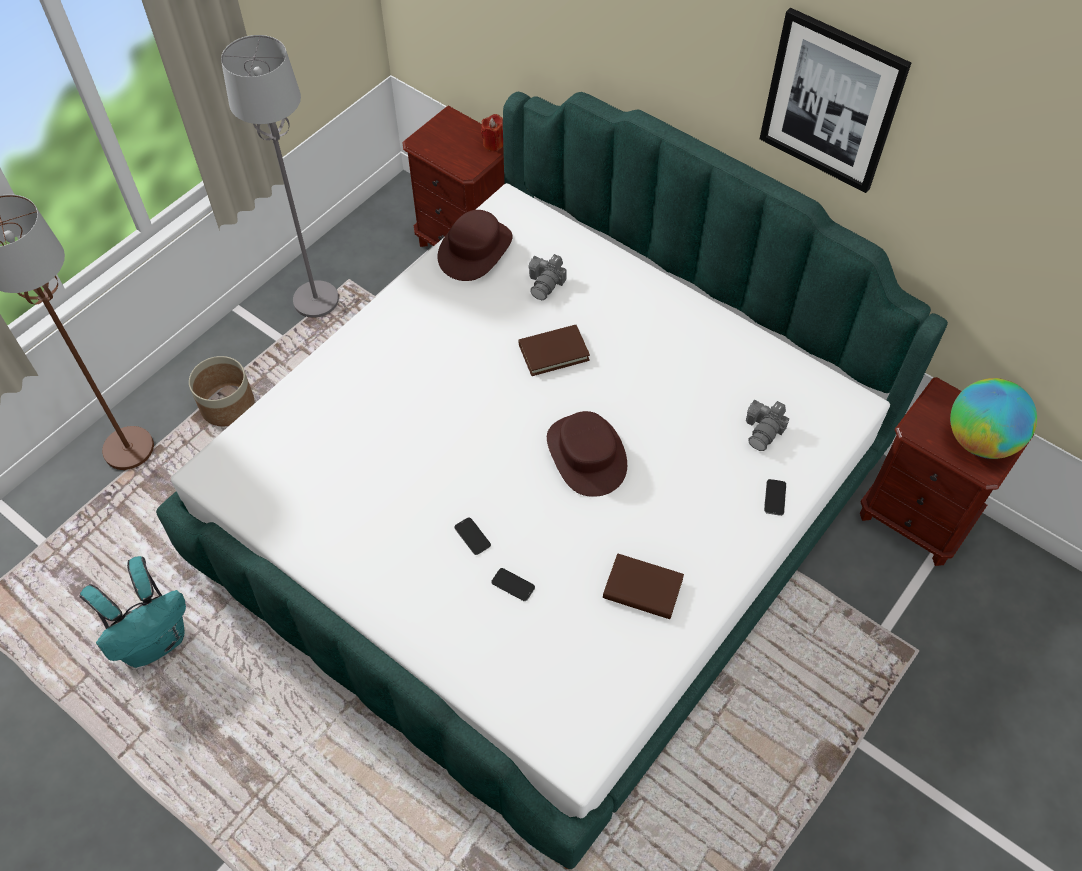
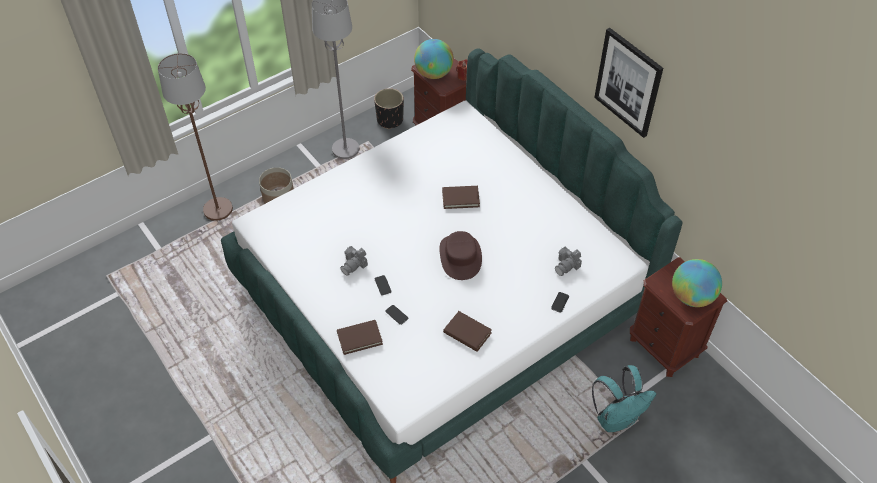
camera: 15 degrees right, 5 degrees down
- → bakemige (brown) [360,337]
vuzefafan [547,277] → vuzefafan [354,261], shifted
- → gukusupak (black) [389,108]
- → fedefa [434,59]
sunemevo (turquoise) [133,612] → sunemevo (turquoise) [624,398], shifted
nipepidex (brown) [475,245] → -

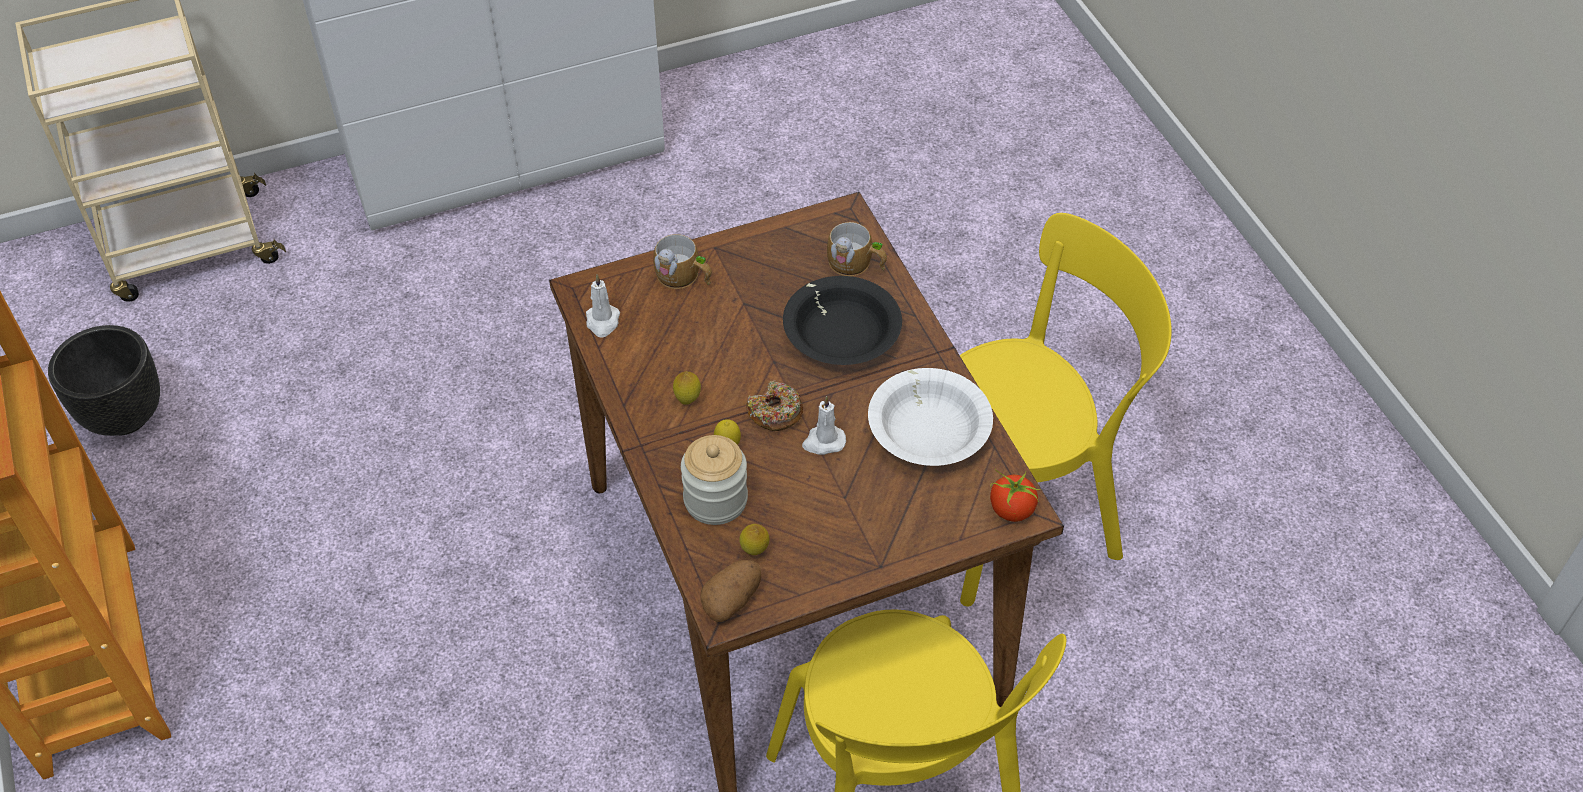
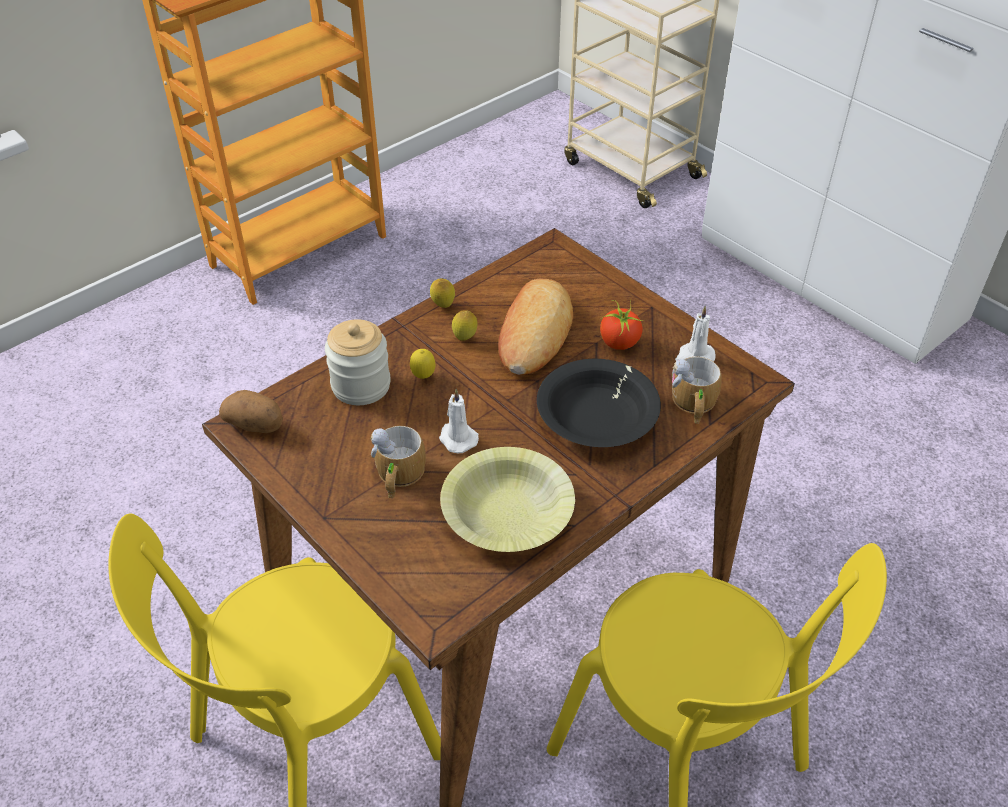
camera: 70 degrees right, 5 degrees down
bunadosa [683,261] → bunadosa [398,462], shifted
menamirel [754,539] → menamirel [442,293], shifted
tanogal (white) [930,417] → tanogal (yellow) [507,499]
- → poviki [535,327]
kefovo [1015,495] → kefovo [621,324], shifted
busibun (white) [603,306] → busibun (white) [695,334], shifted
gukusupak (black) [104,380] → -
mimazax [774,406] → -

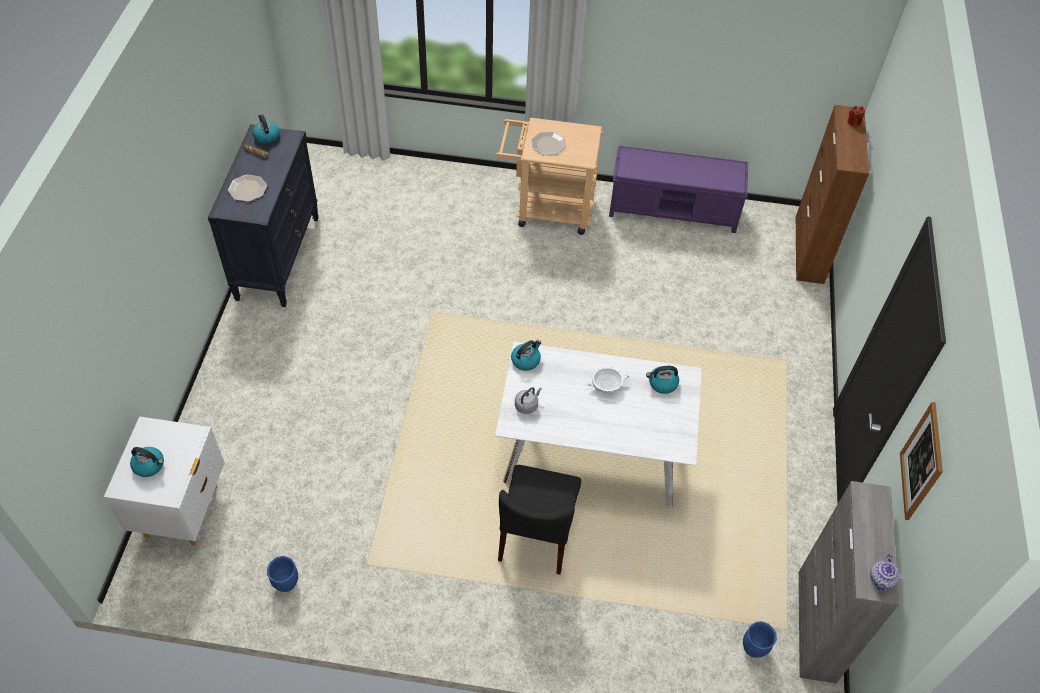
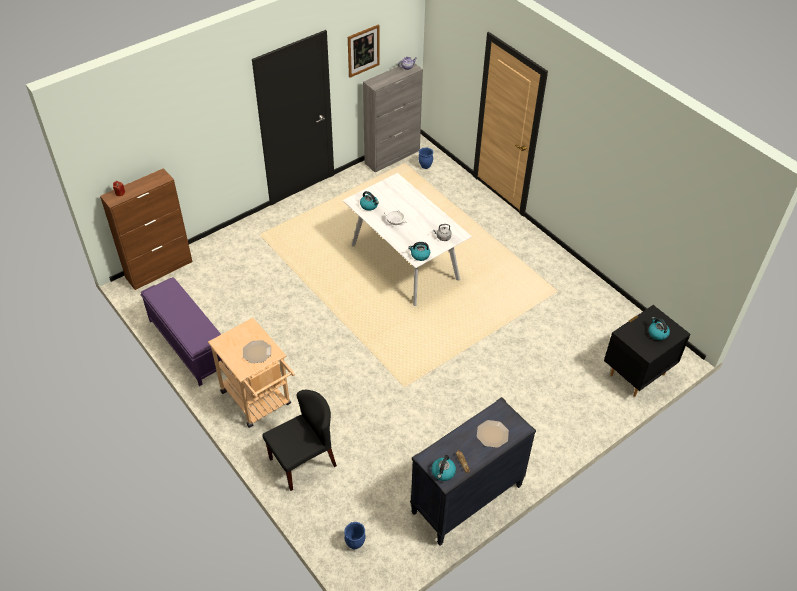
camera: 135 degrees left, 5 degrees down
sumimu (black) [540,520] → sumimu (black) [300,440], shifted
gukusupak (blue) [282,574] → gukusupak (blue) [355,535], shifted
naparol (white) [164,481] → naparol (black) [647,351]

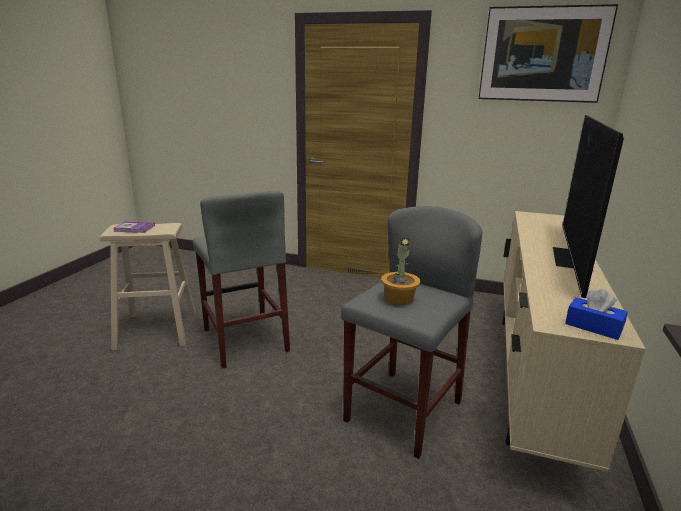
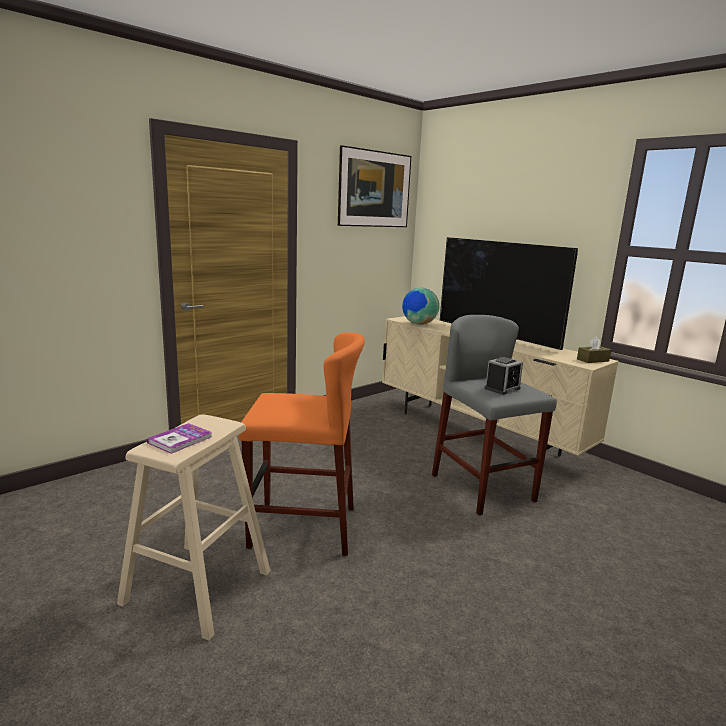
camera: 60 degrees left, 5 degrees down
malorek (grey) [241,280] → malorek (orange) [301,444]
- → fedefa [420,306]
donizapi [400,271] → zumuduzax [504,376]
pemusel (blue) [596,314] → pemusel (brown) [594,350]

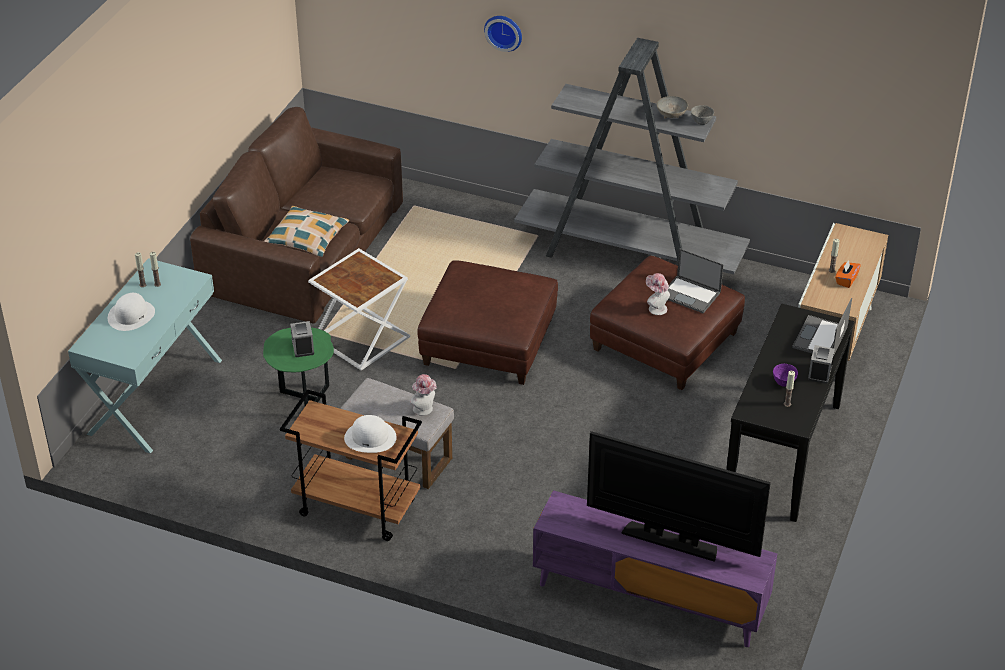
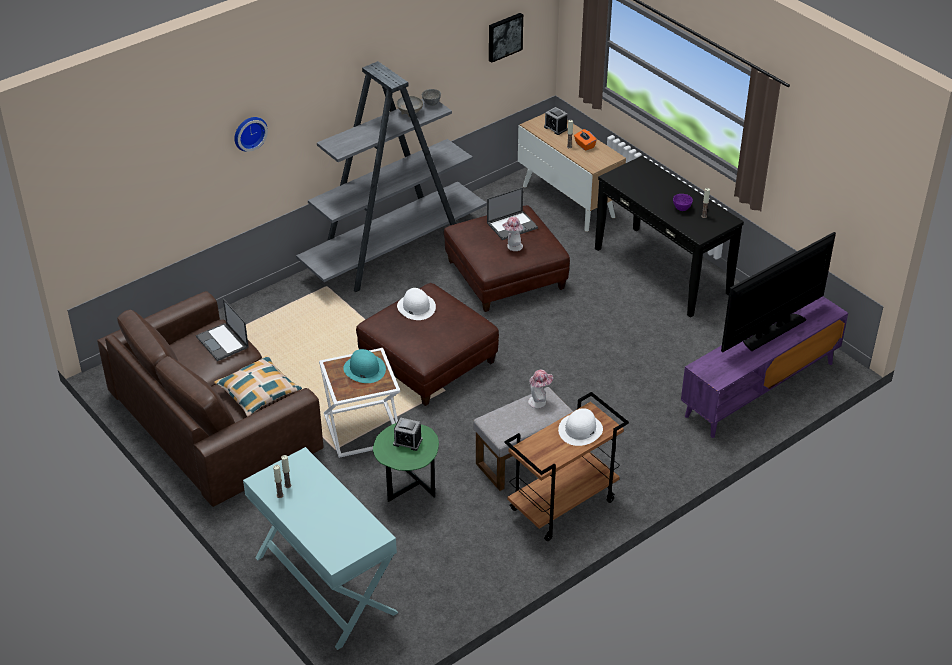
camera: 60 degrees left, 0 degrees up
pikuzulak [822,326] → pikuzulak [222,330], shifted
- → nipepidex (turquoise) [364,366]
nipepidex (white) [131,312] → nipepidex (white) [416,304], shifted
- → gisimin [506,38]
zumuduzax [821,364] → zumuduzax [556,121], shifted

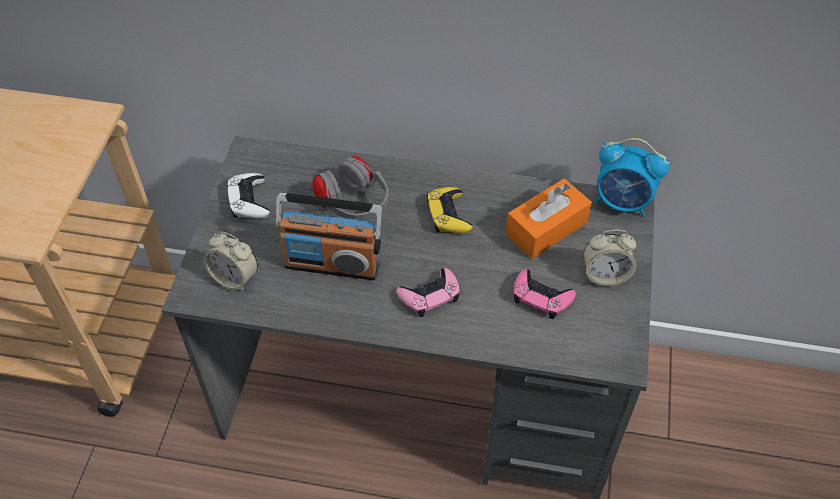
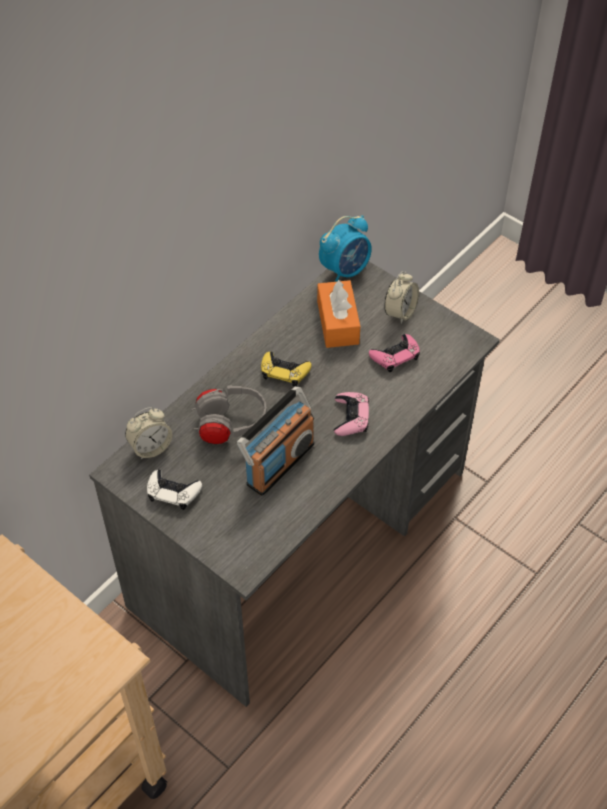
camera: 60 degrees left, 0 degrees up
zumuduzax [230,261] → zumuduzax [148,433], shifted

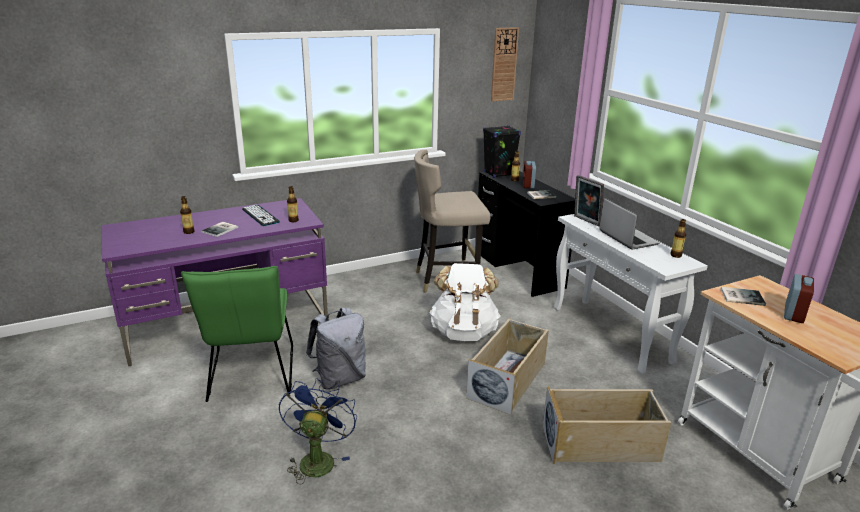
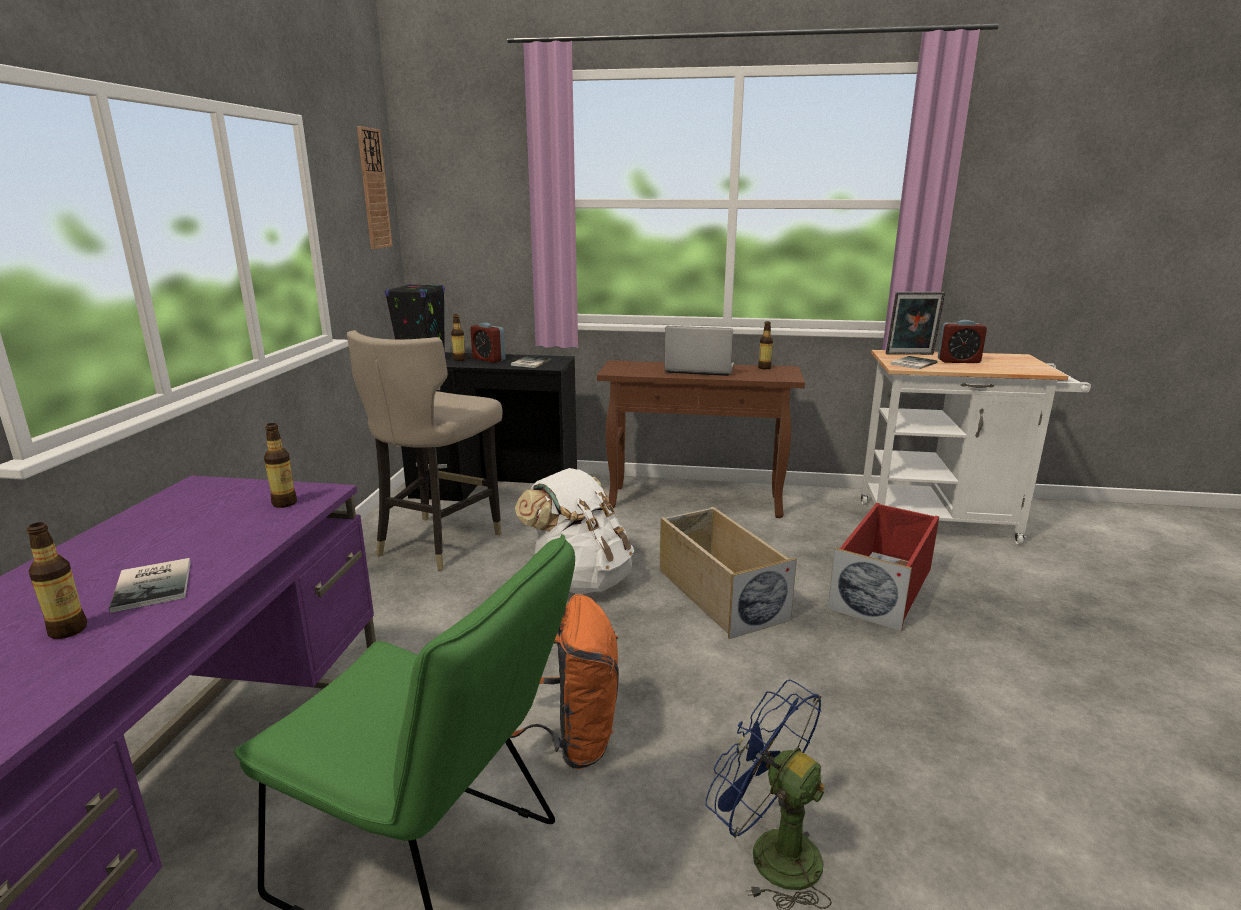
camera: 55 degrees left, 5 degrees down
sunemevo (grey) [336,349] → sunemevo (orange) [564,681]
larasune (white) [631,294] → larasune (brown) [701,439]
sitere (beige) [607,425] → sitere (red) [883,567]
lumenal [589,200] → lumenal [915,323], shifted
zumuduzax [799,298] → zumuduzax [962,341], 120 degrees clockwise
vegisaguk [261,215] → -

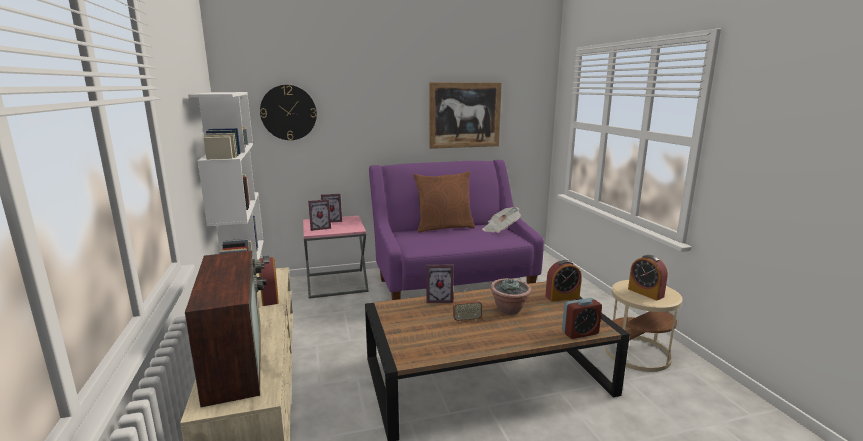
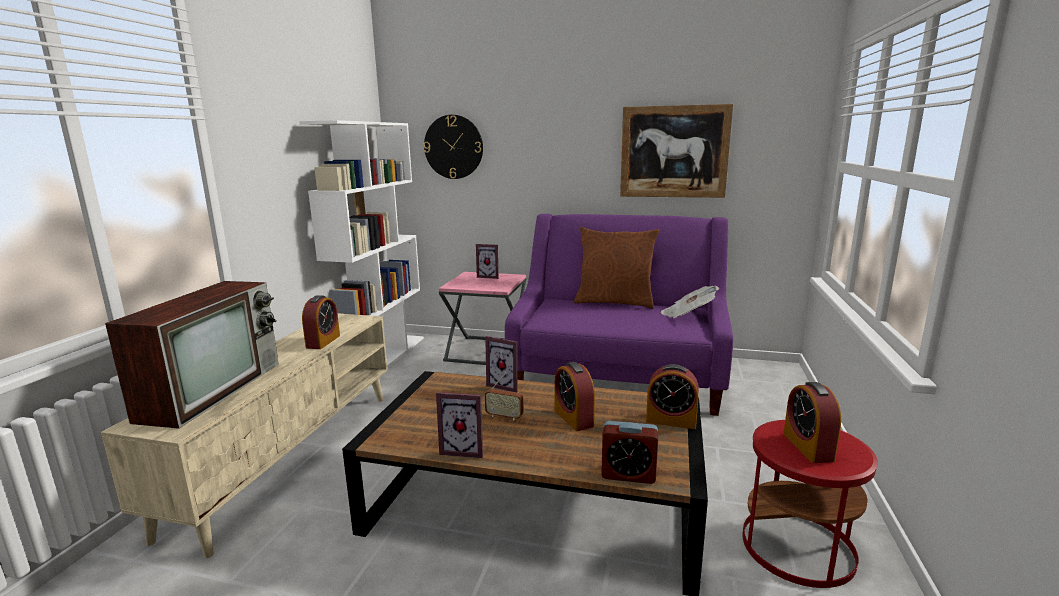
camera: 30 degrees right, 0 degrees up
lumenal [319,215] → lumenal [459,425], shifted
donizapi [510,296] → zumuduzax [575,396]
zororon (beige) [643,326] → zororon (red) [810,504]

